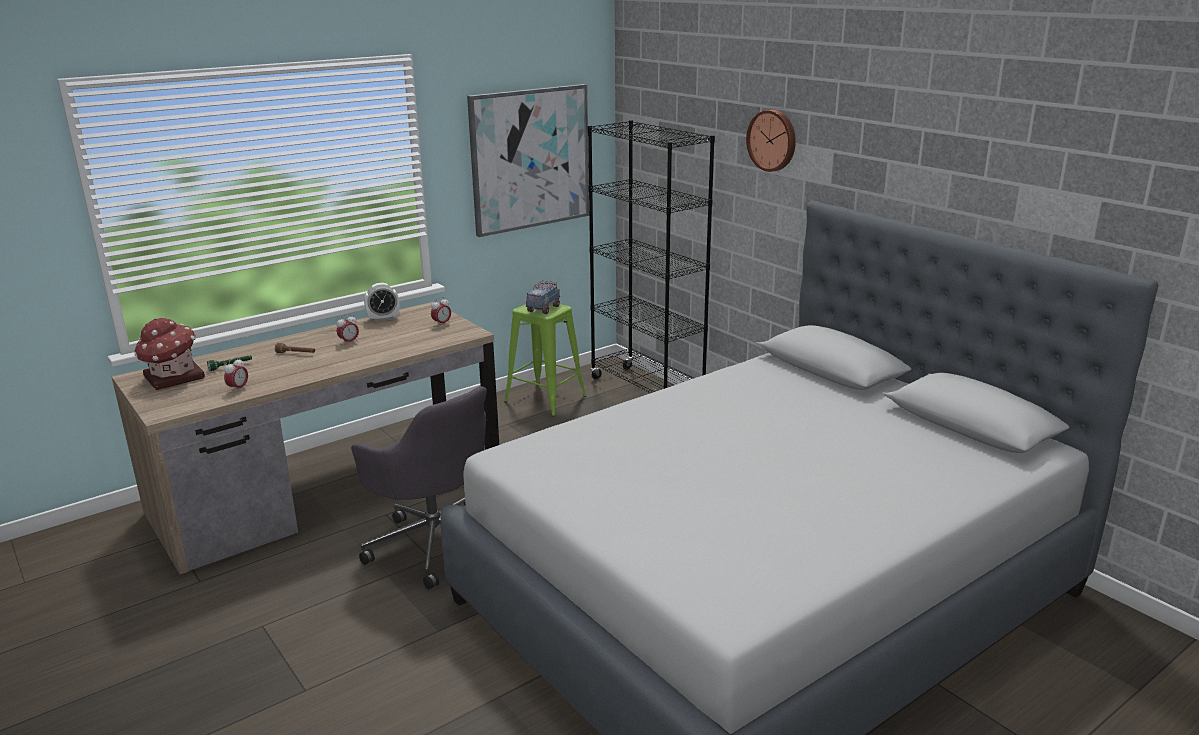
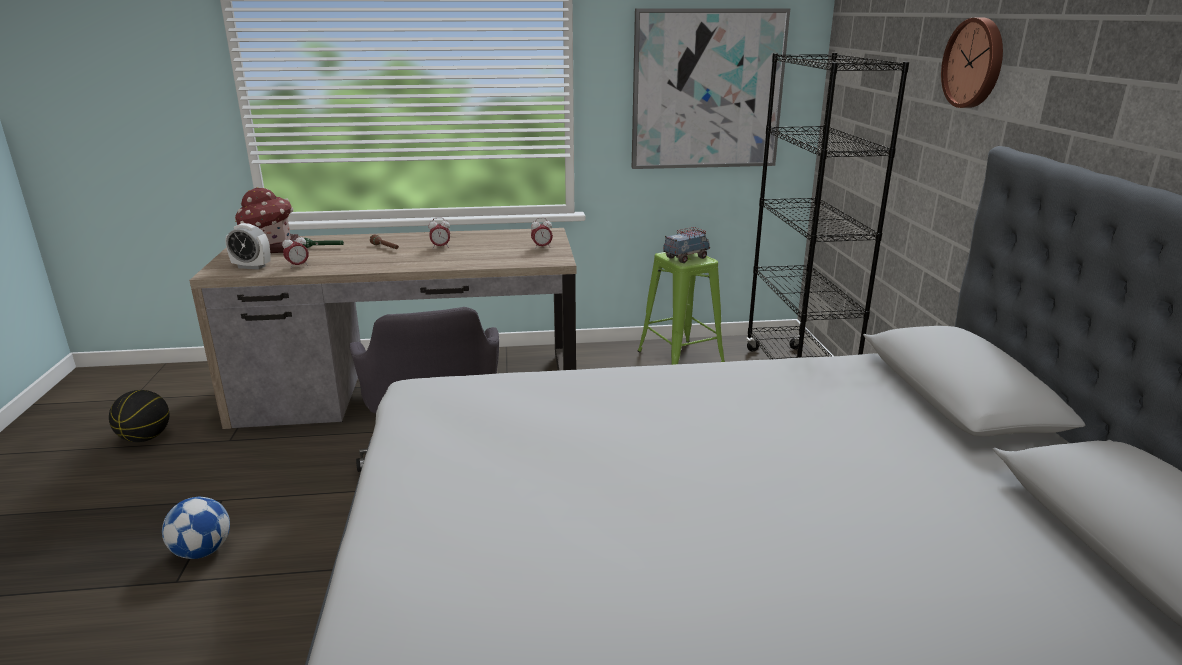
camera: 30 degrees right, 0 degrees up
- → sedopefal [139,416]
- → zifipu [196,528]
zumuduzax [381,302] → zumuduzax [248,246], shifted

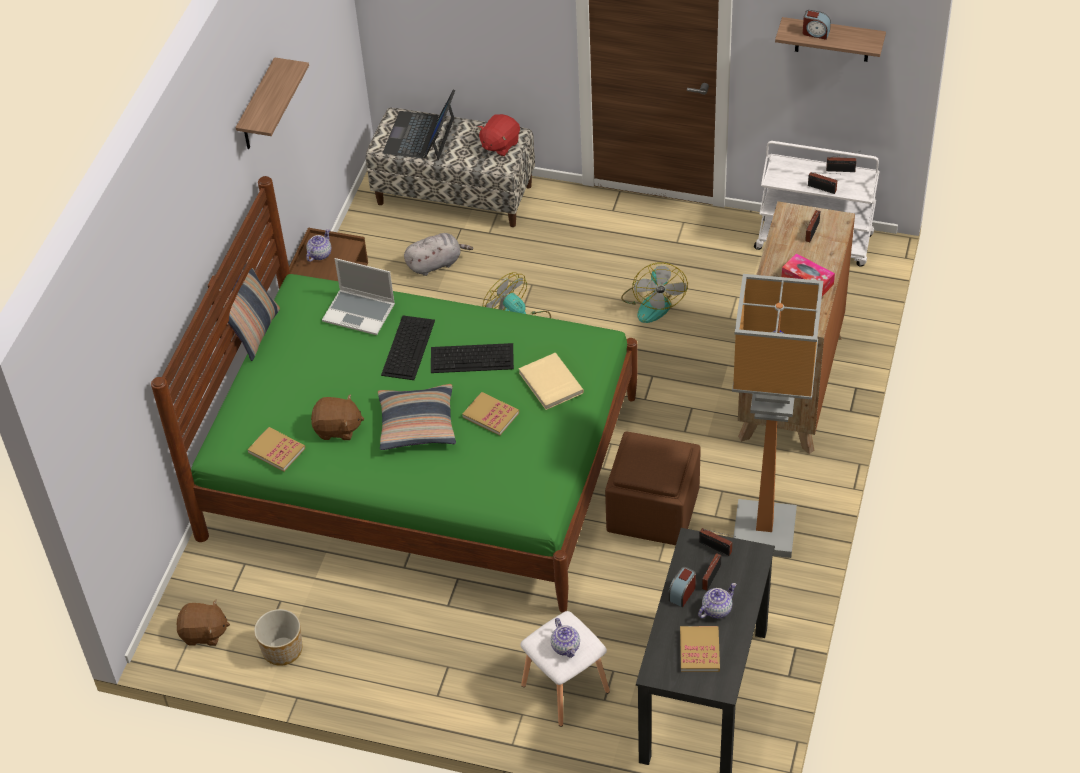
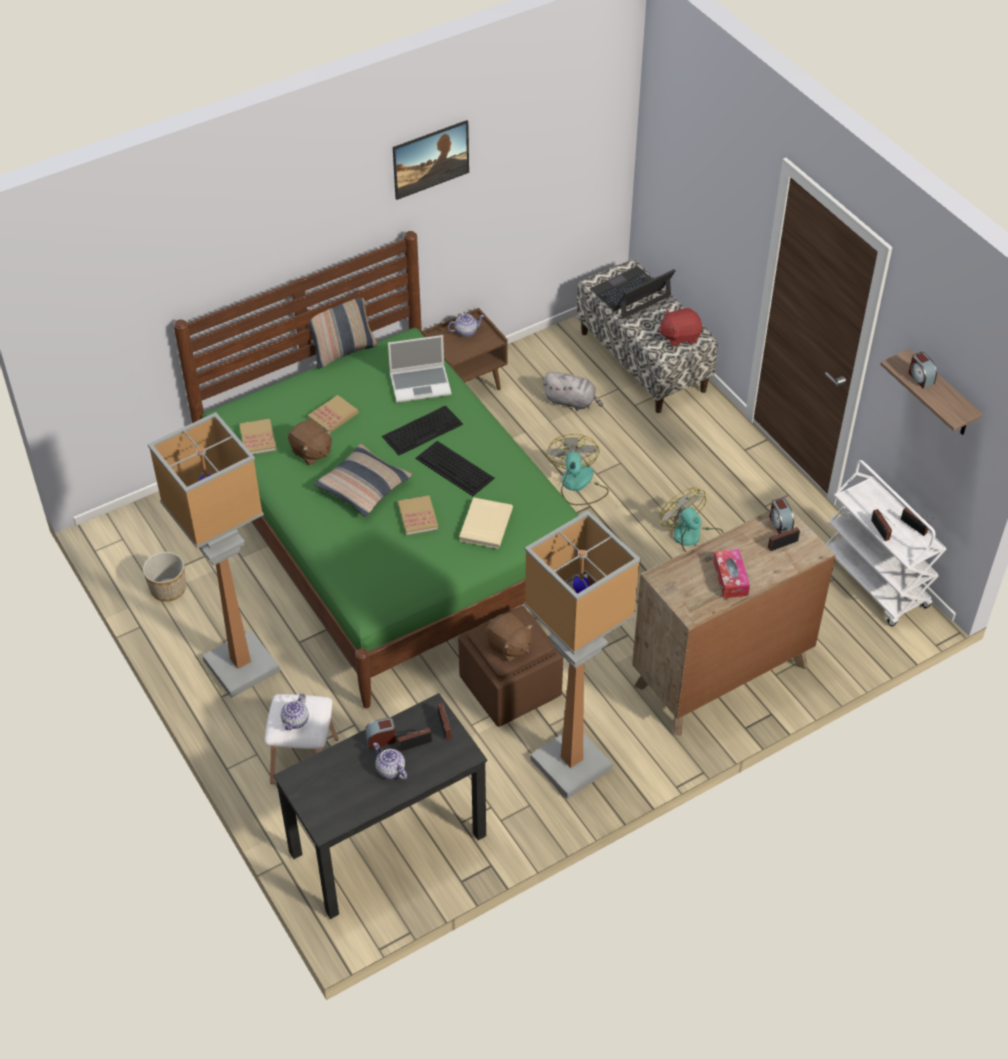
camera: 40 degrees right, 0 degrees up
- → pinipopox [213,555]
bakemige [700,649] → bakemige [333,413], shifted
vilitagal [717,600] → vilitagal [390,761], 135 degrees counterclockwise
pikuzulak [358,296] → pikuzulak [419,369], 75 degrees counterclockwise
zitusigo [272,103] → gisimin [431,160]
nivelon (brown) [203,623] → nivelon (brown) [509,637], shifted
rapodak [654,292] → rapodak [692,519], 105 degrees clockwise
- → zumuduzax [781,515]

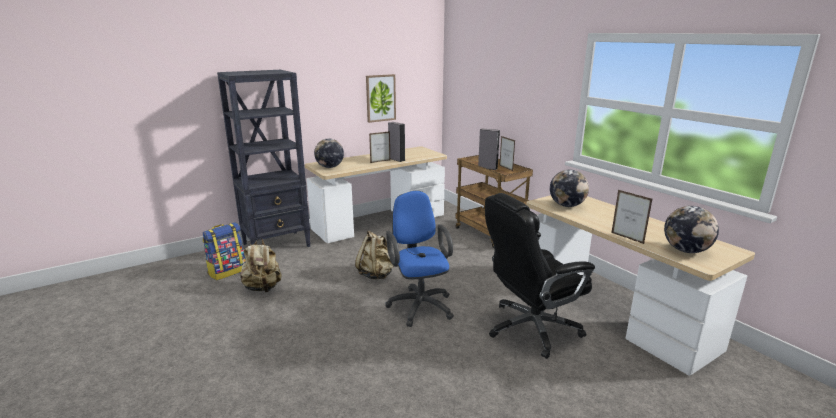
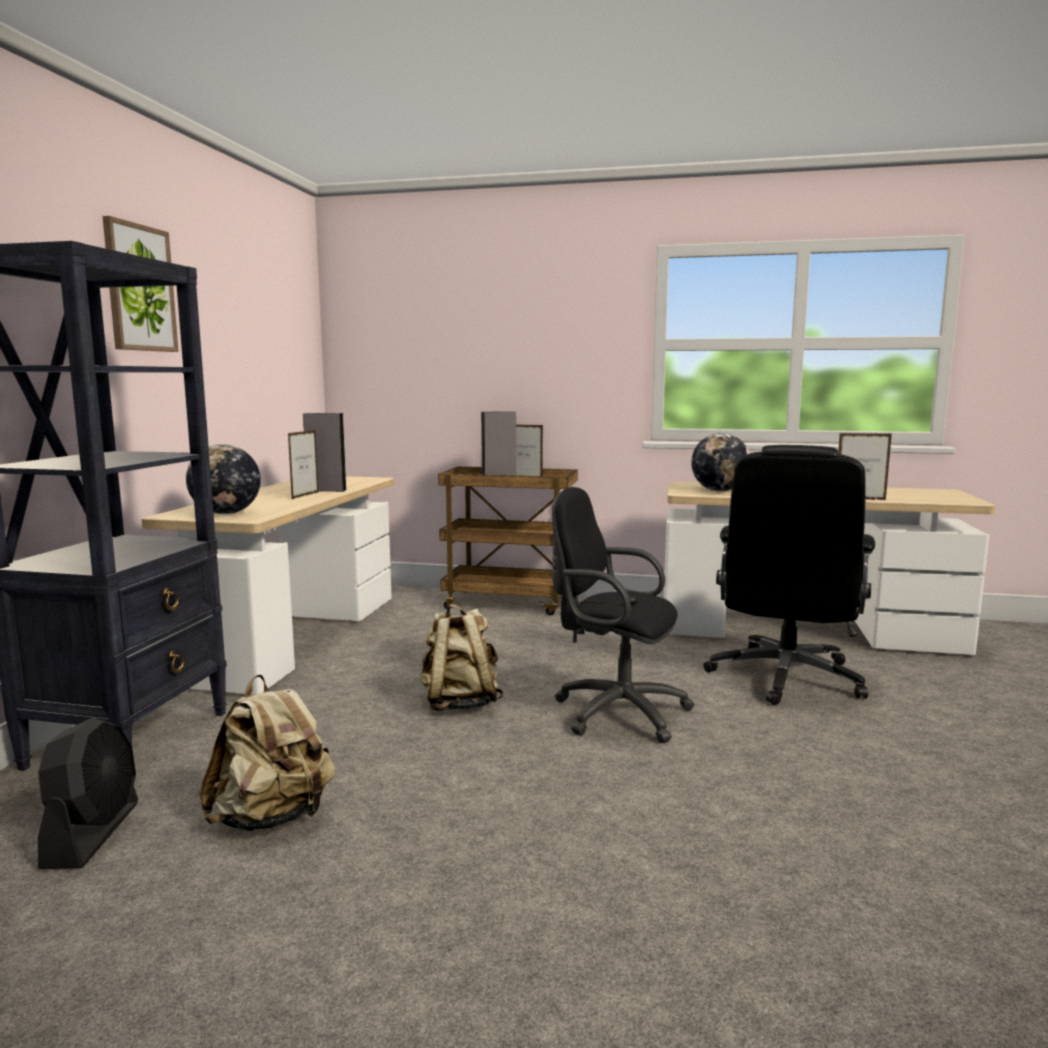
camera: 45 degrees left, 10 degrees down
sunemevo [224,251] → rapodak (black) [88,793]
gisimin [381,98] → gisimin [141,284], shifted
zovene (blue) [419,259] → zovene (black) [623,615]
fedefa [691,229] → -

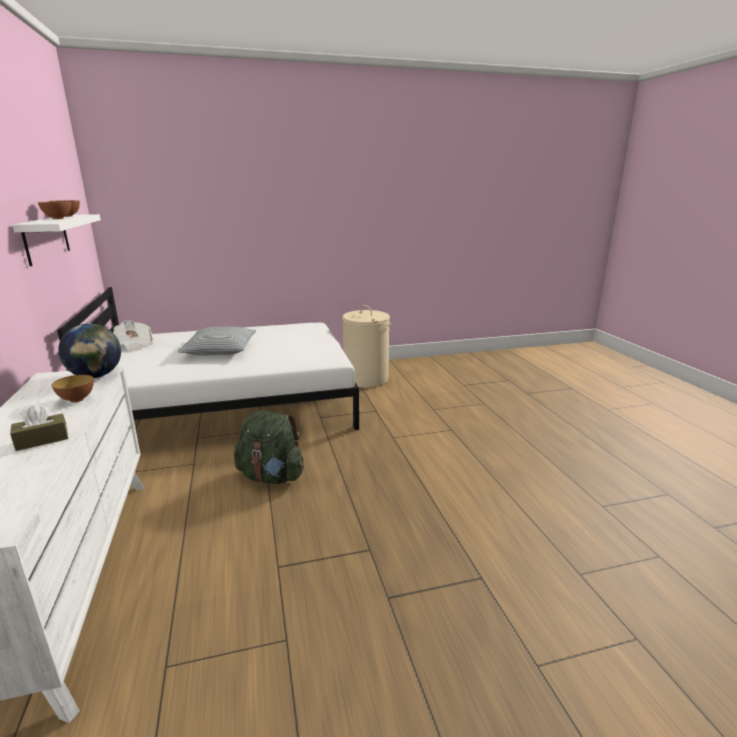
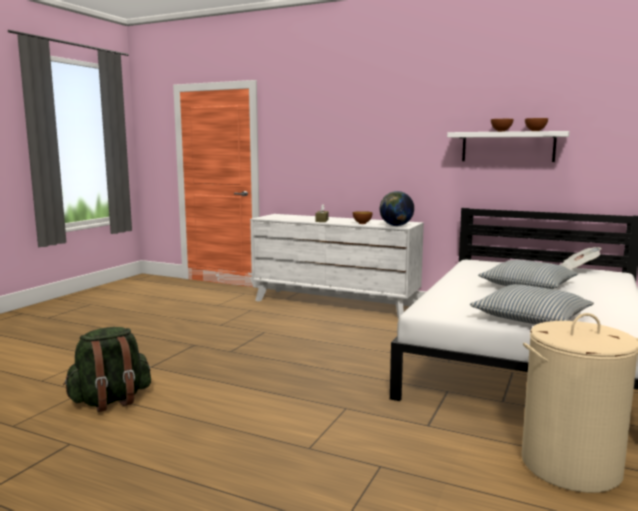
camera: 130 degrees right, 10 degrees down
sunemevo (green) [269,447] → sunemevo (green) [107,369], shifted
- → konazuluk [532,304]

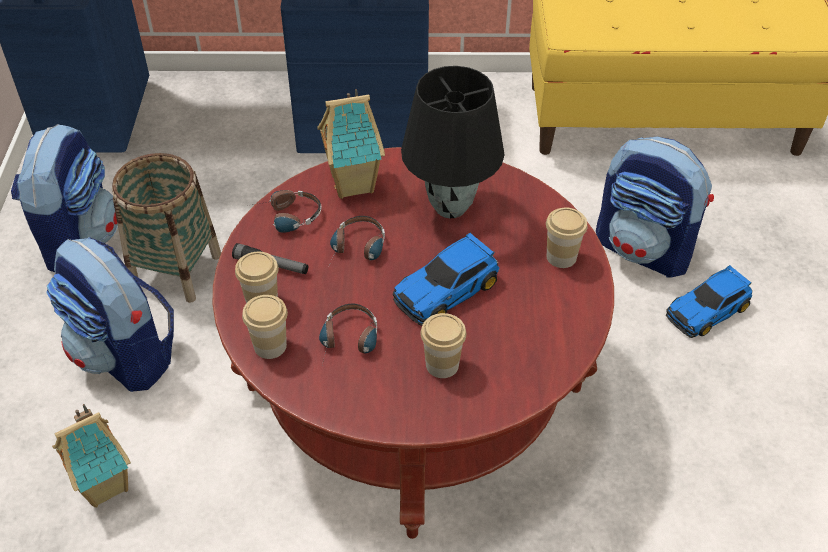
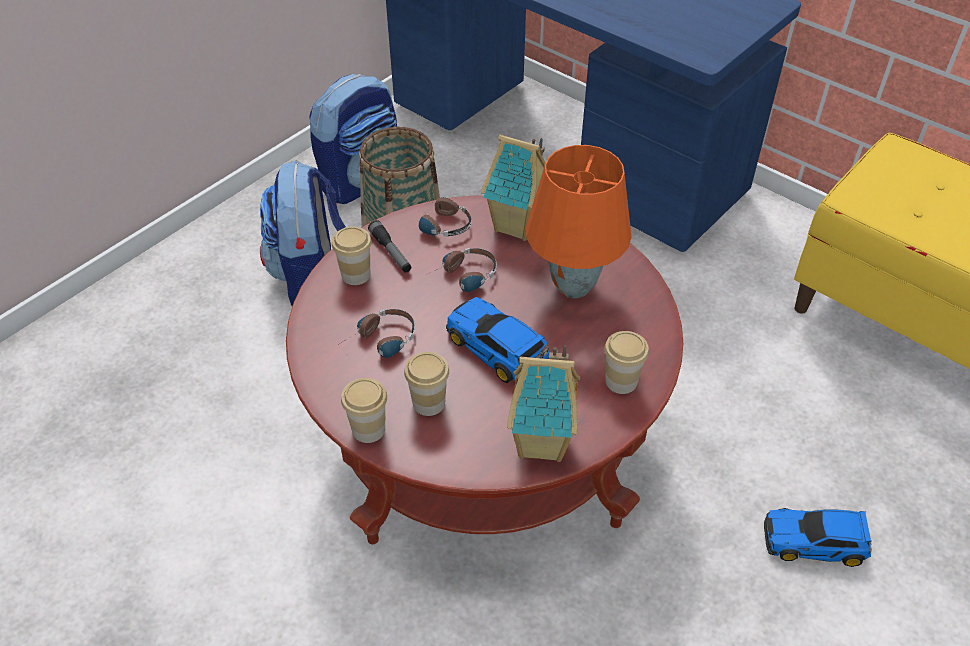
camera: 40 degrees right, 0 degrees up
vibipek [265,327] → vibipek [364,410], shifted
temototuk [446,279] → temototuk [497,340], 45 degrees clockwise
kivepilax [91,455] → kivepilax [543,403], shifted
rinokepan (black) [453,142] → rinokepan (orange) [579,221]
sunemevo [655,207] → -

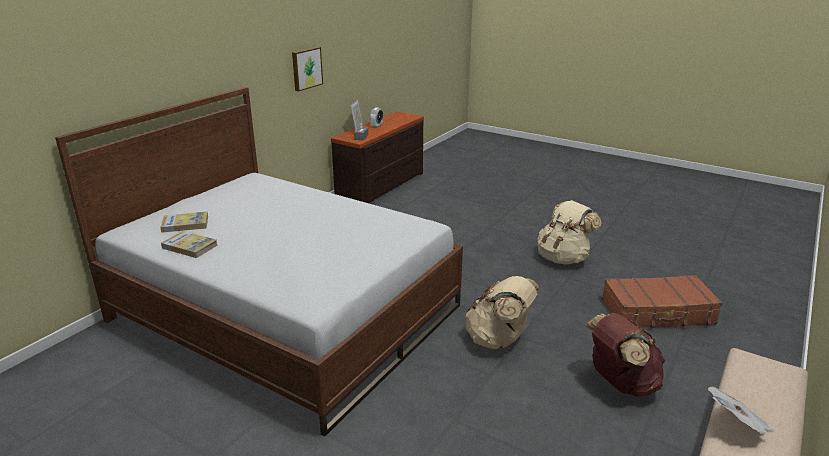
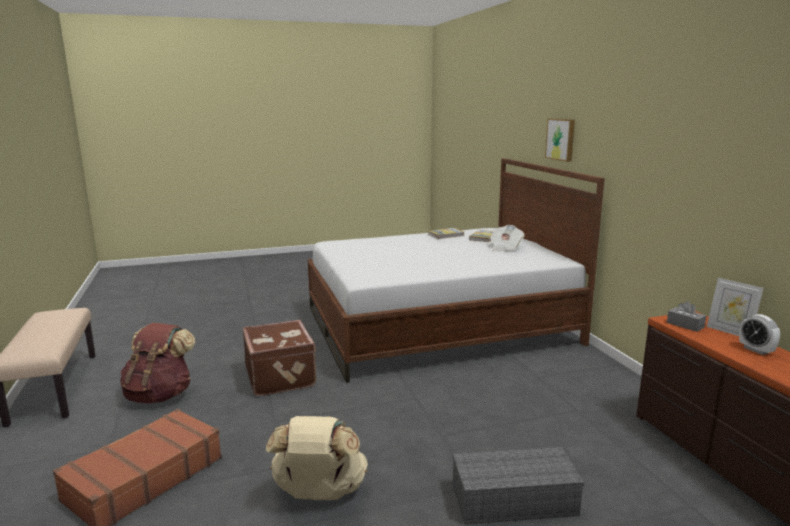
camera: 130 degrees right, 10 degrees down
sunemevo (beige) [502,312] → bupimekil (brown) [279,358]
- → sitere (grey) [518,486]
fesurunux [741,410] → fesurunux [507,238], shifted
gisimin [307,69] → gisimin [560,140], shifted

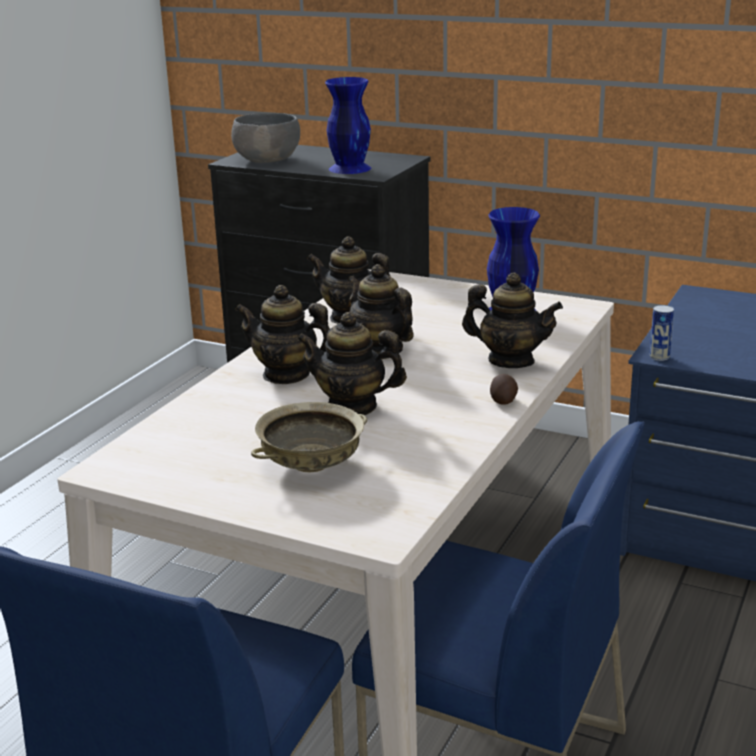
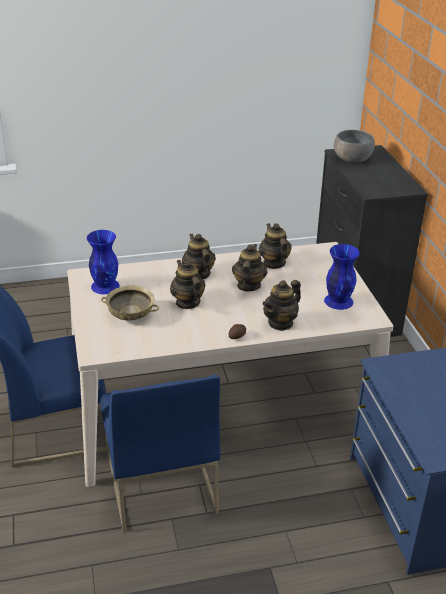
camera: 50 degrees right, 10 degrees up
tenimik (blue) [348,125] → tenimik (blue) [103,262], shifted
vilitagal [512,320] → vilitagal [281,305], 60 degrees clockwise
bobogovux [662,333] → -

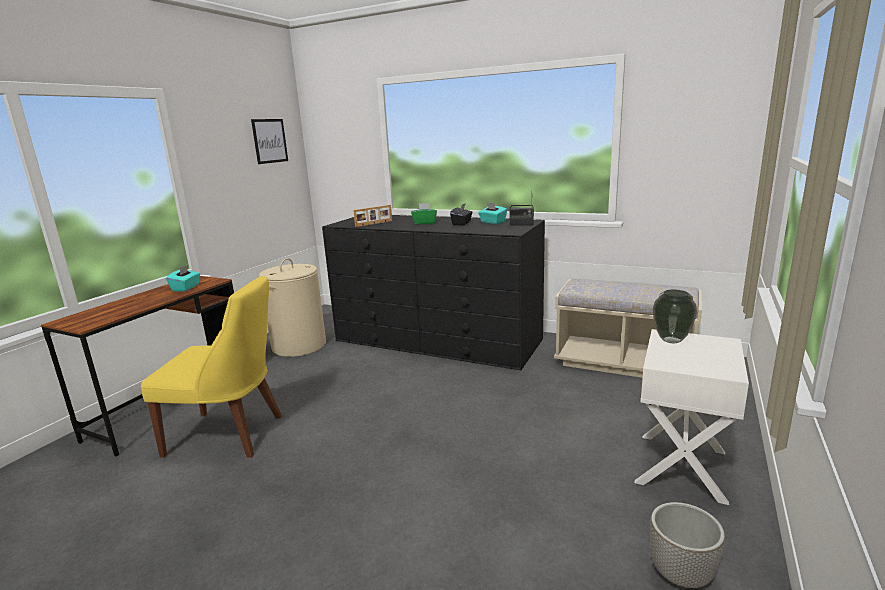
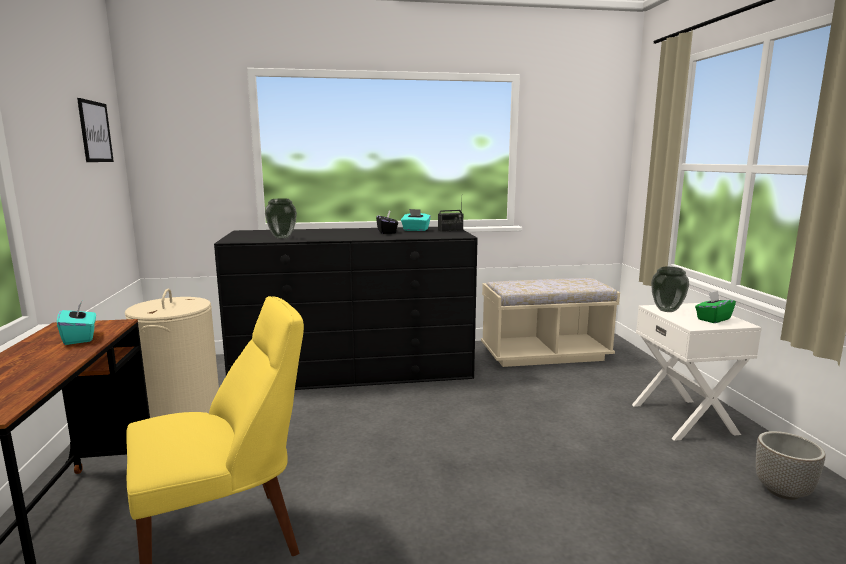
camera: 35 degrees left, 5 degrees down
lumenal [372,216] → tenimik [281,219]
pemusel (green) [424,213] → pemusel (green) [715,307], shifted

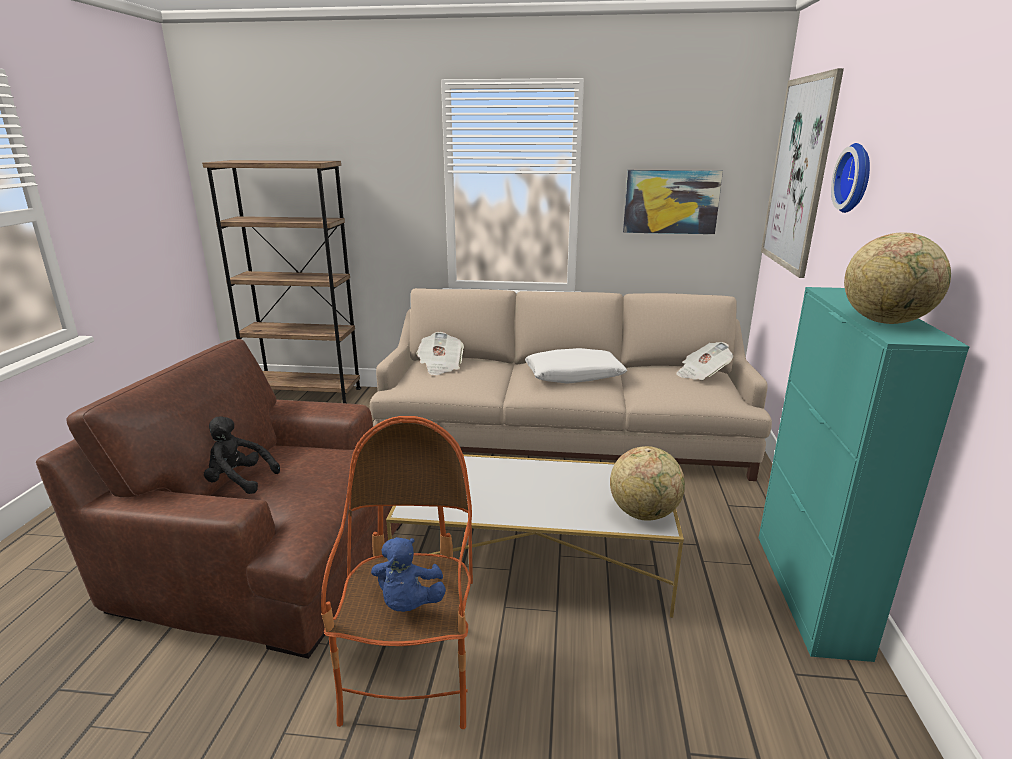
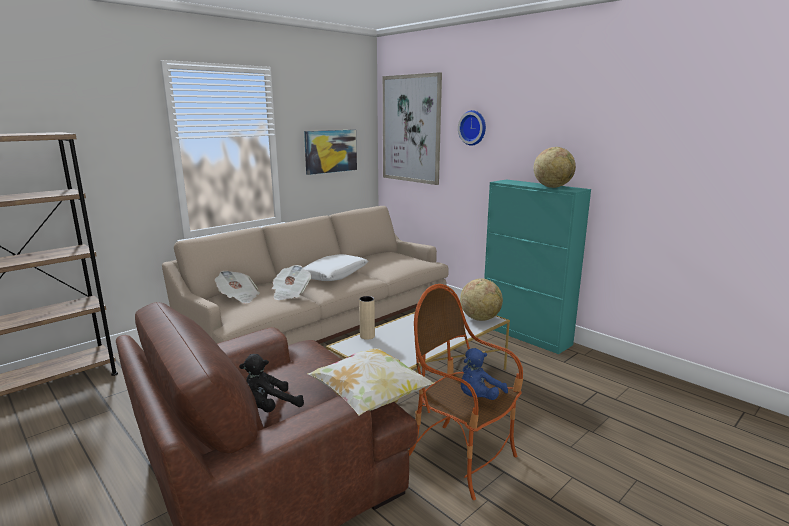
camera: 50 degrees left, 5 degrees down
fesurunux [704,361] → fesurunux [291,282], shifted
- → konazuluk [371,381]
- → tenimik (beige) [367,318]
nivelon (blue) [408,574] → nivelon (blue) [484,374], 90 degrees clockwise

